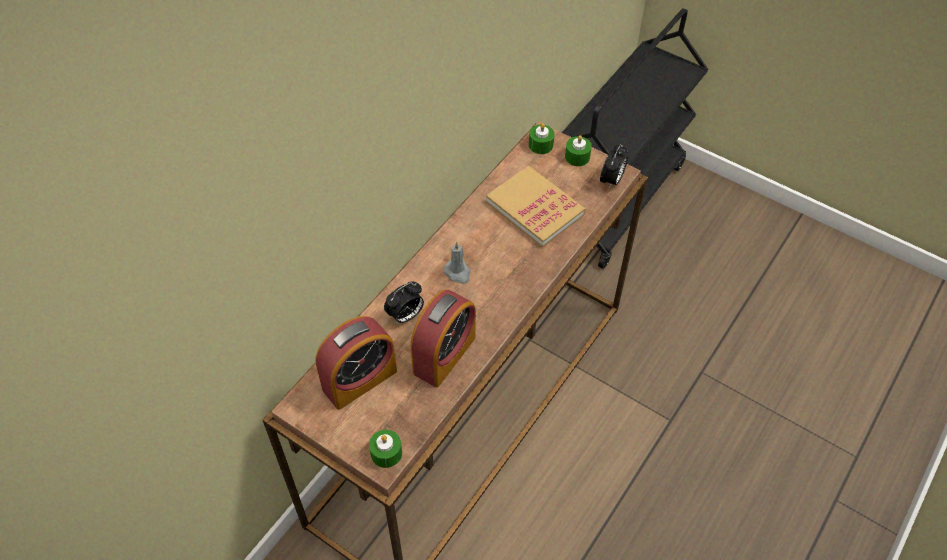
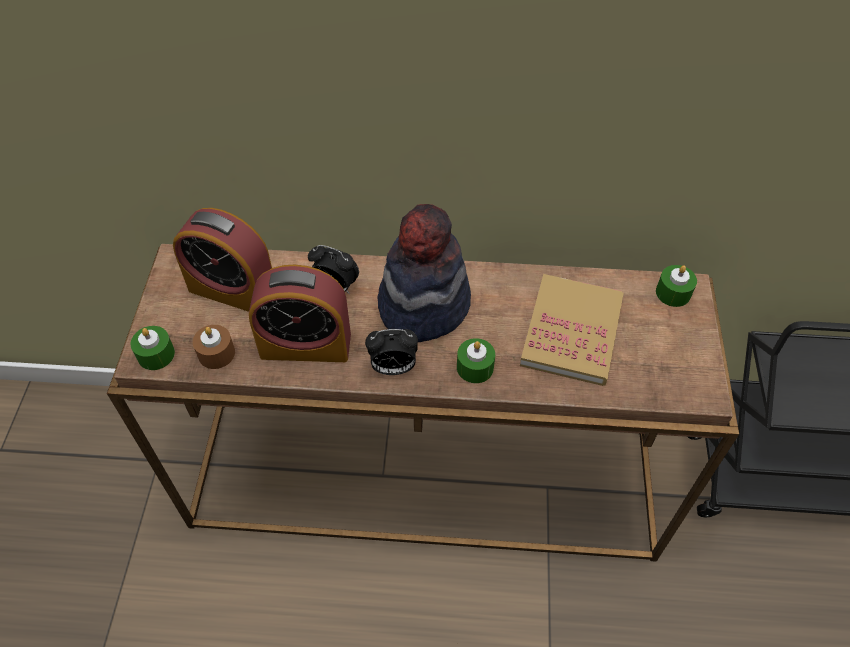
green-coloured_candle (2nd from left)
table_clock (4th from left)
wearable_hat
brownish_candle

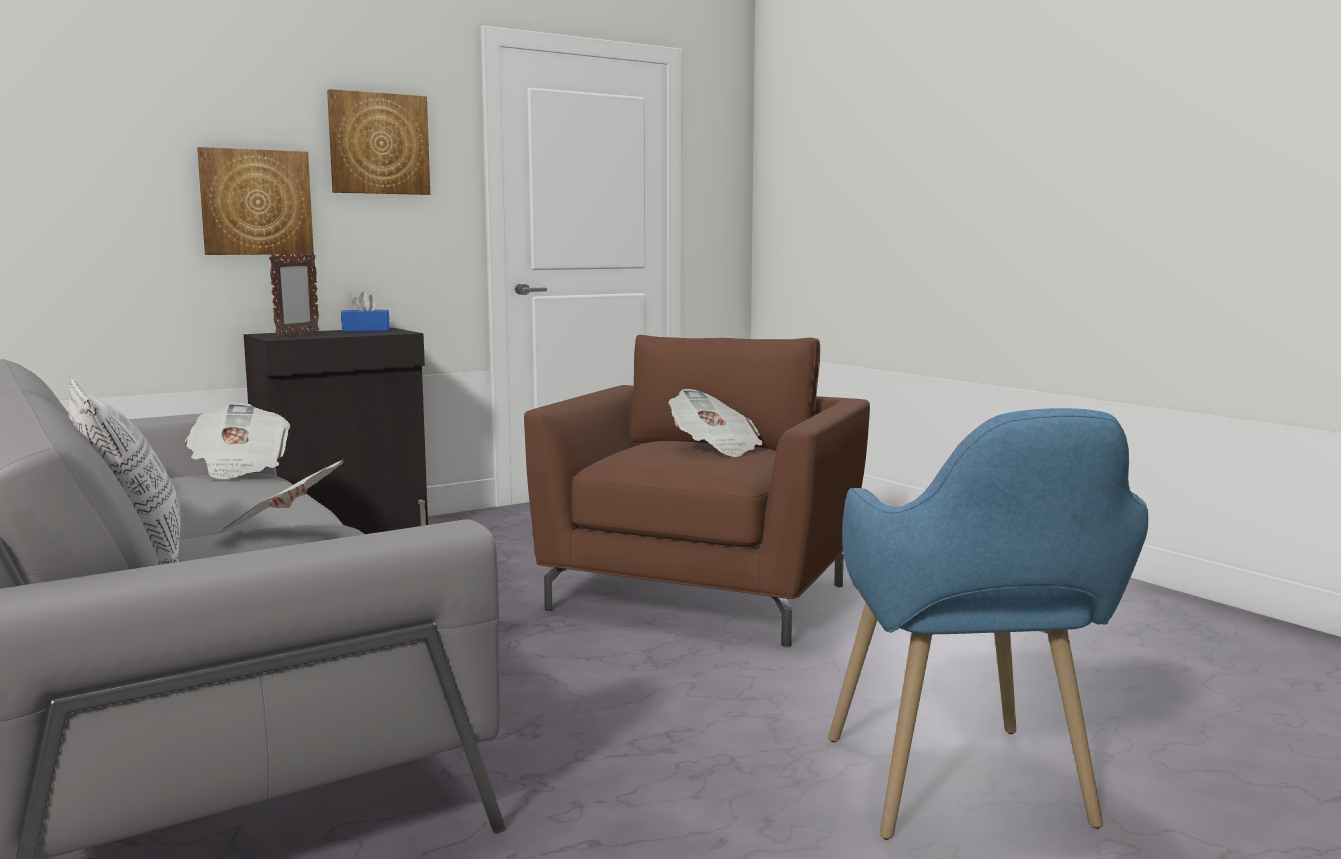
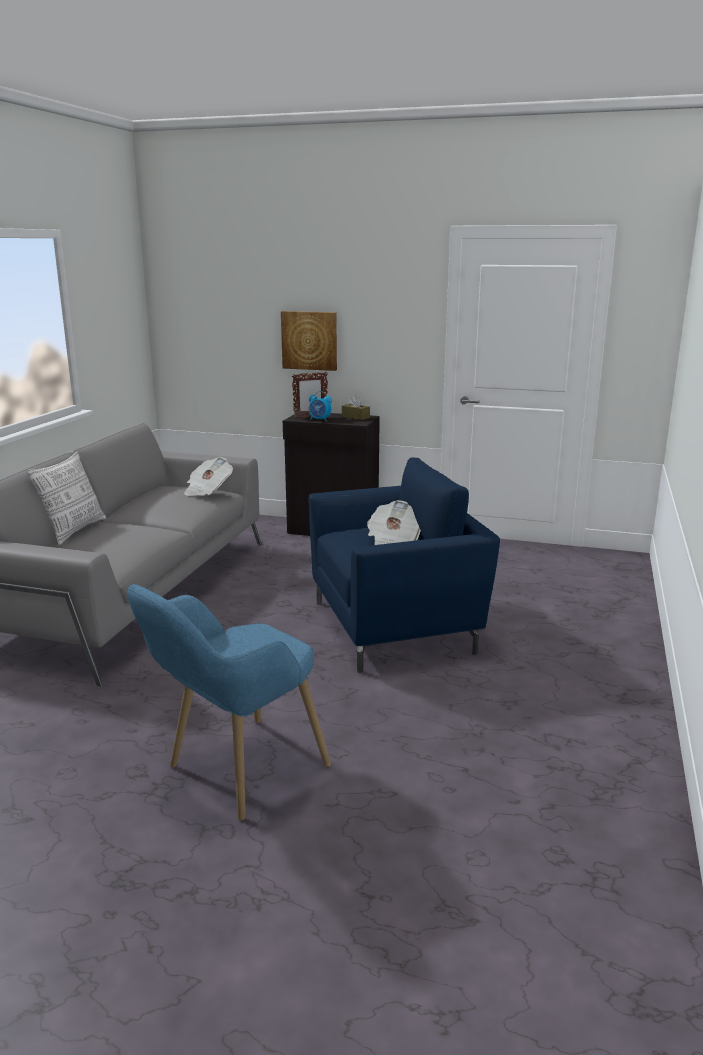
wall_picture (2nd from left in the first image)
brownish_tissue_box
bluish_armchair (2nd from left)
daily_paper (2nd from left in the first image)
table_clock

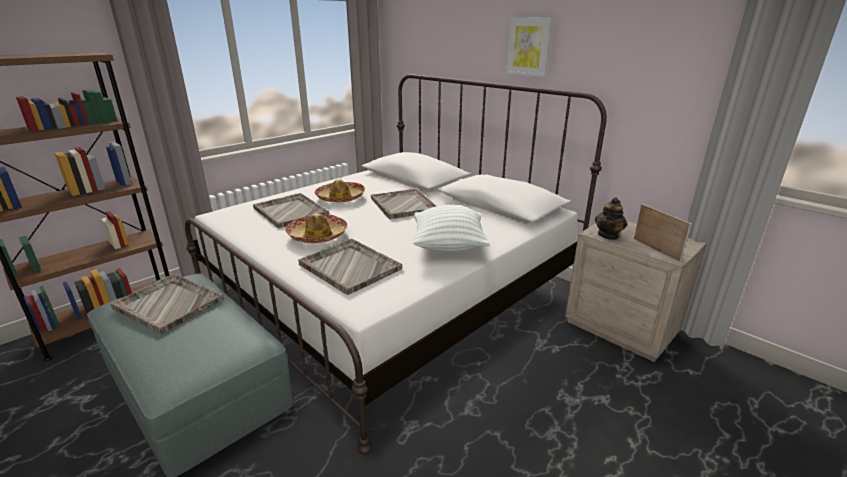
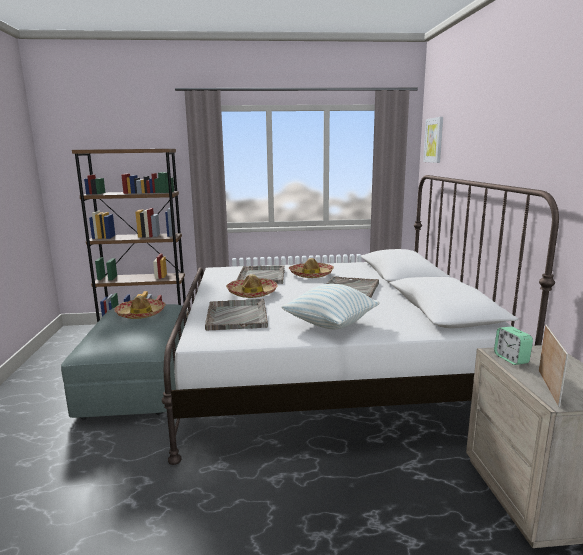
wall_picture
table_clock
wearable_hat (1st from left)

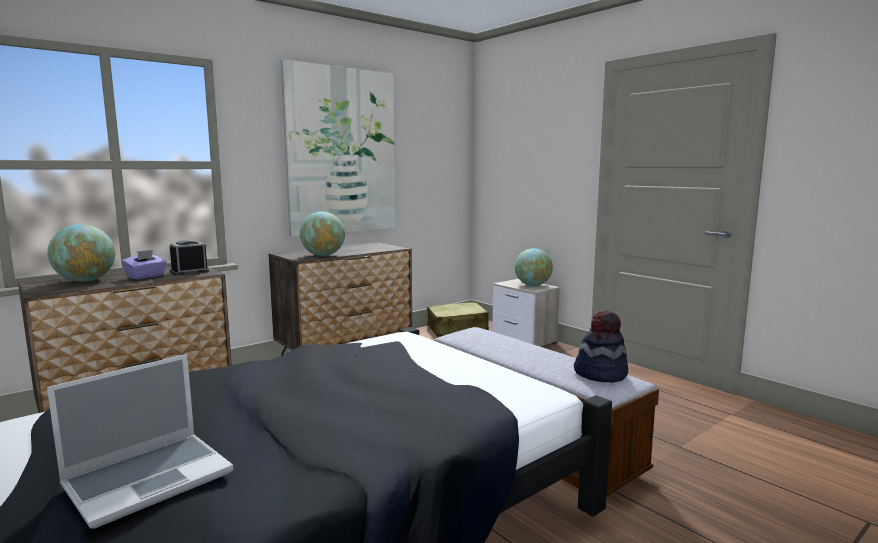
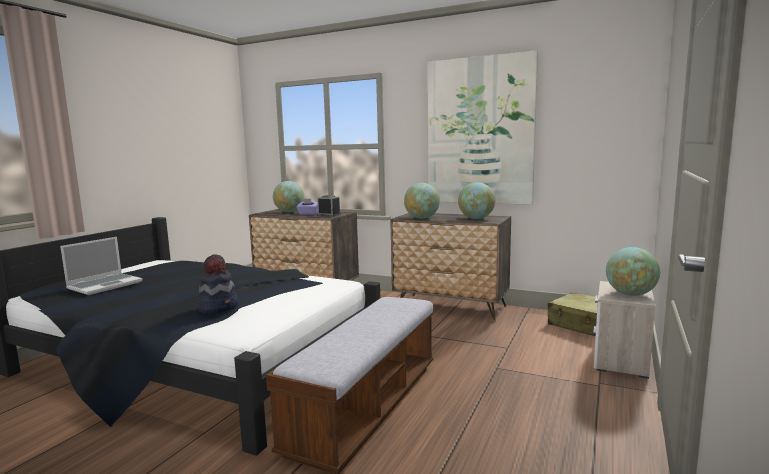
wearable_hat
notebook_computer
globe (3rd from left)

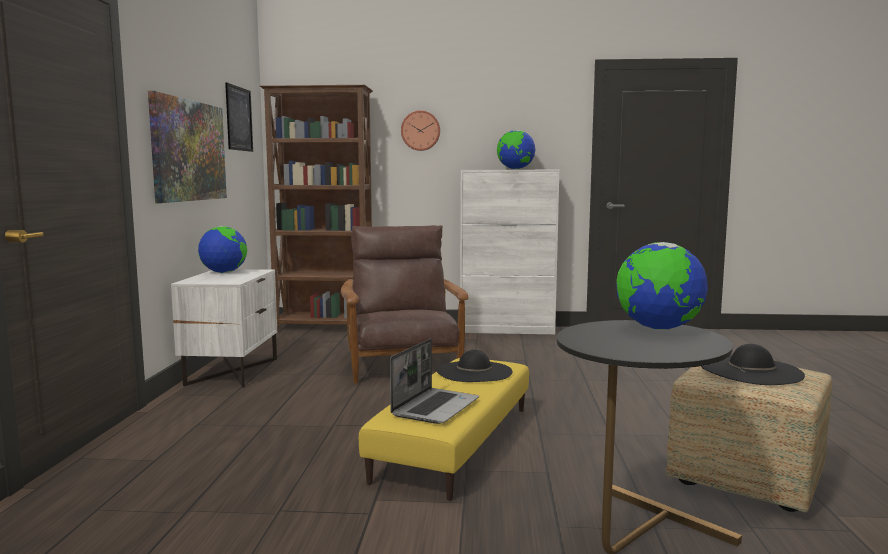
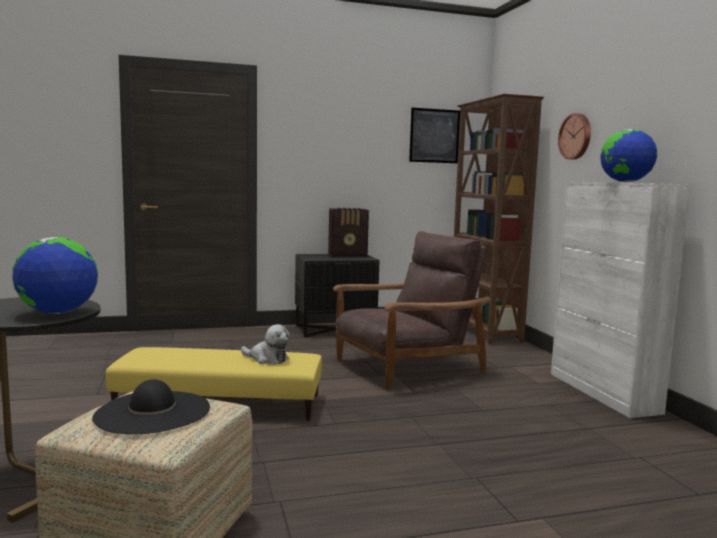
wall_picture (1st from left in the first image)
radio
black_bedside_table
notebook_computer
plush_toy

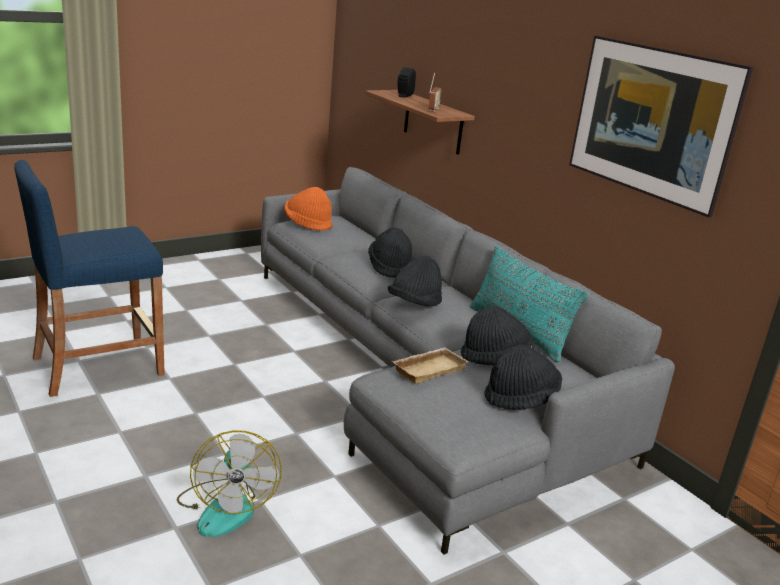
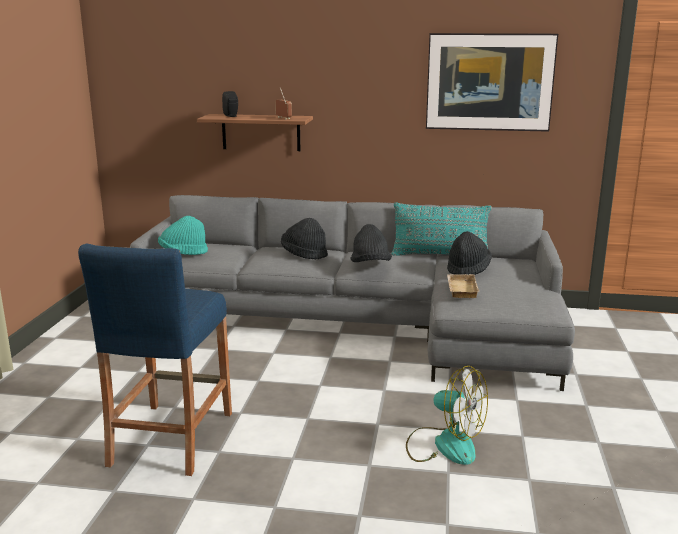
turquoise_wearable_hat
black_wearable_hat (4th from left in the first image)

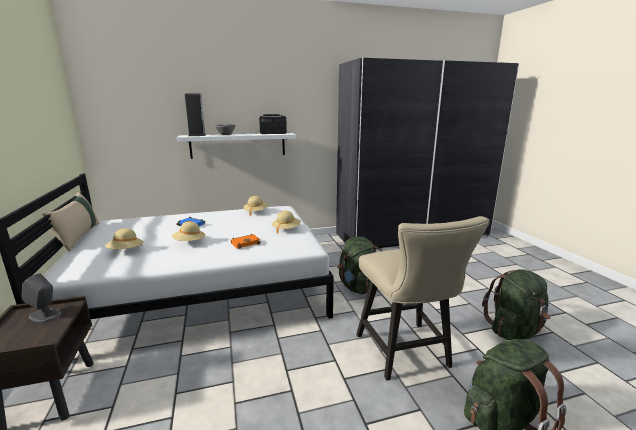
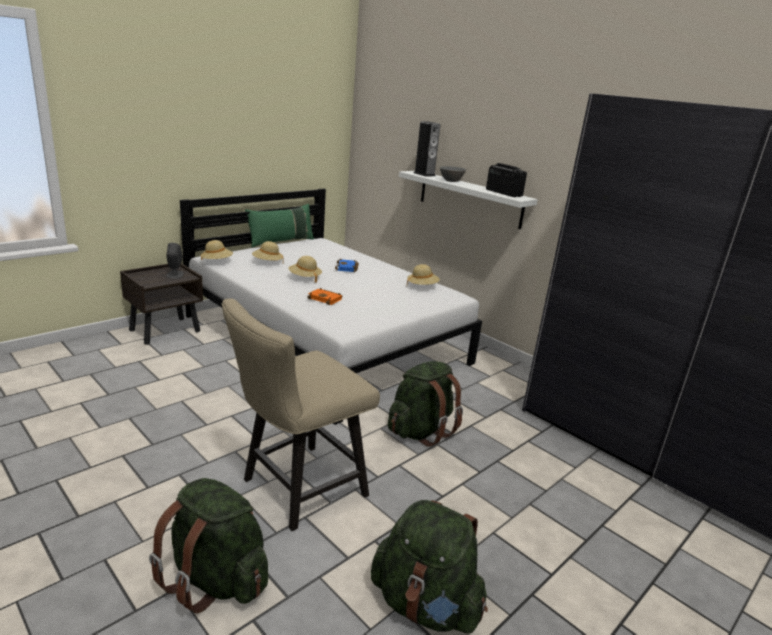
green-coloured_pillow
beige-coloured_wearable_hat (1st from left)

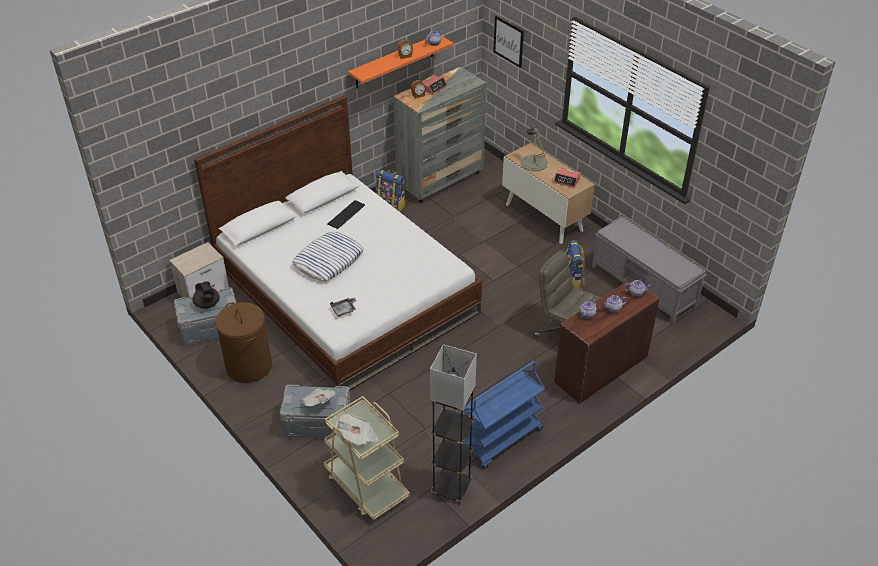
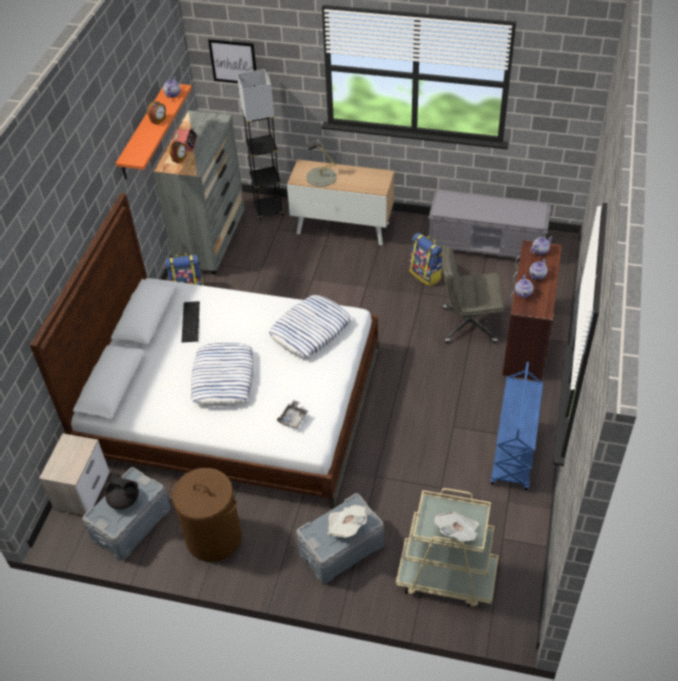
table_clock (4th from left in the first image)
greyish_floor_lamp
pillow (2nd from left)

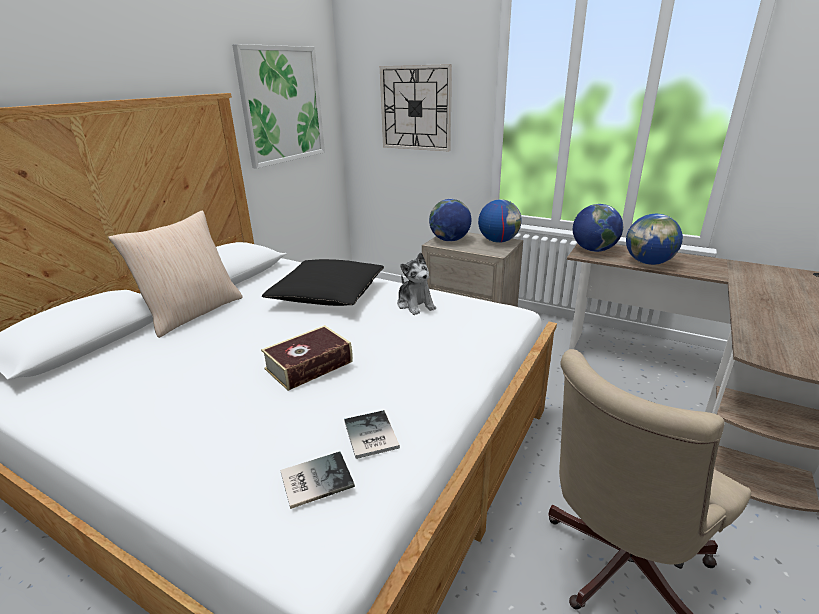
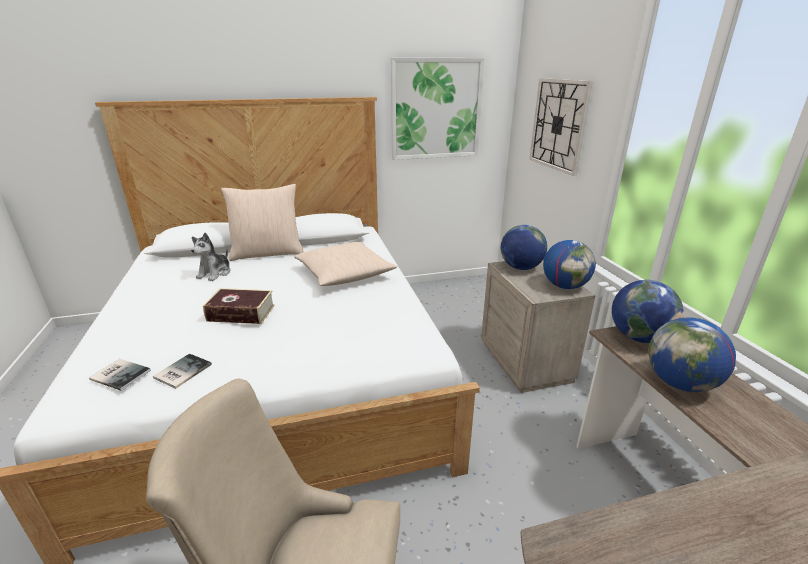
plush_toy
beige-coloured_pillow (2nd from left)

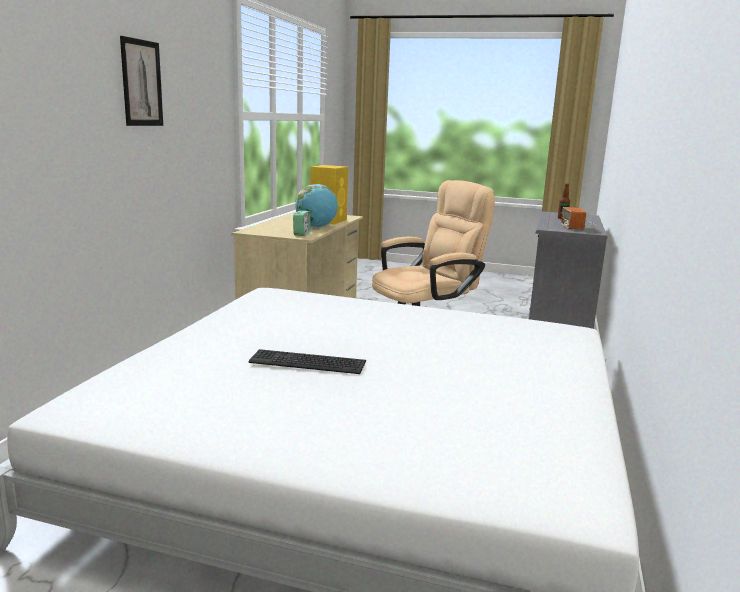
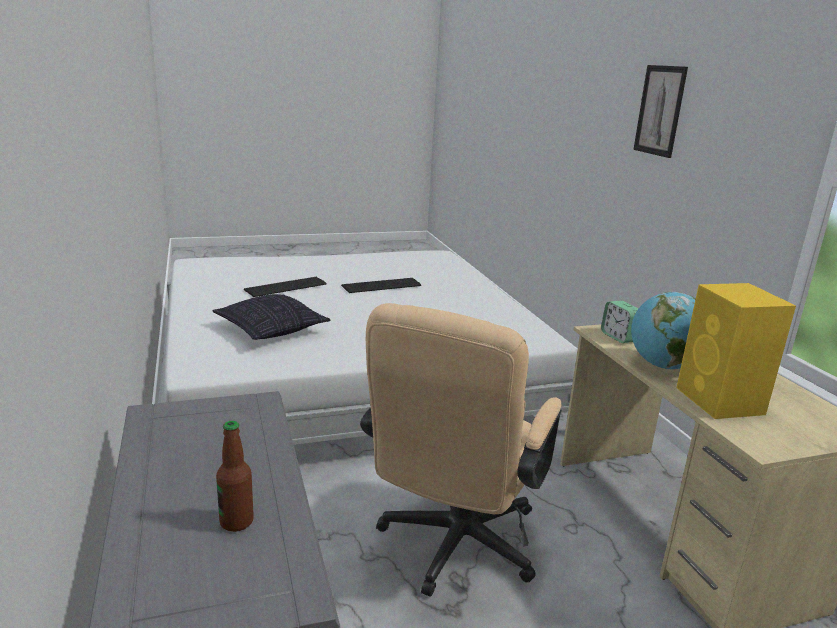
radio
computer_keyboard (1st from left)
pillow

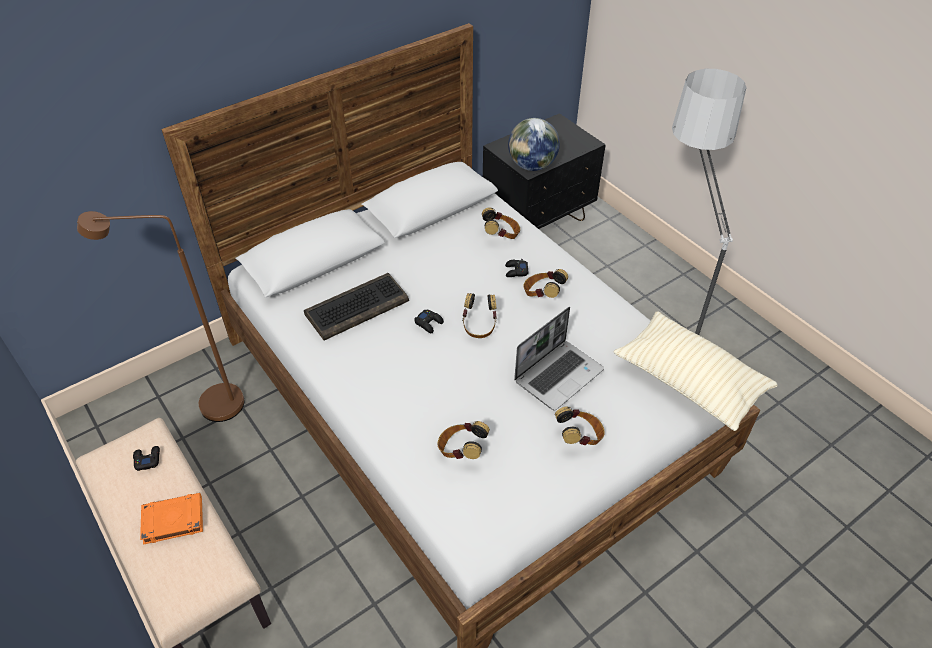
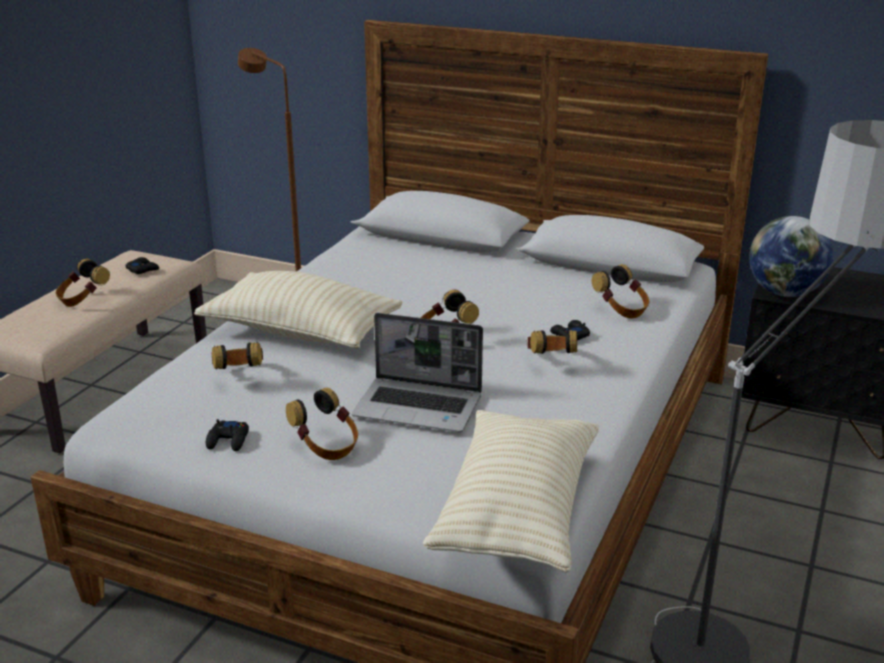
computer_keyboard
black_gamepad (2nd from left)
headphones (1st from left)
beige-coloured_pillow (1st from left)

